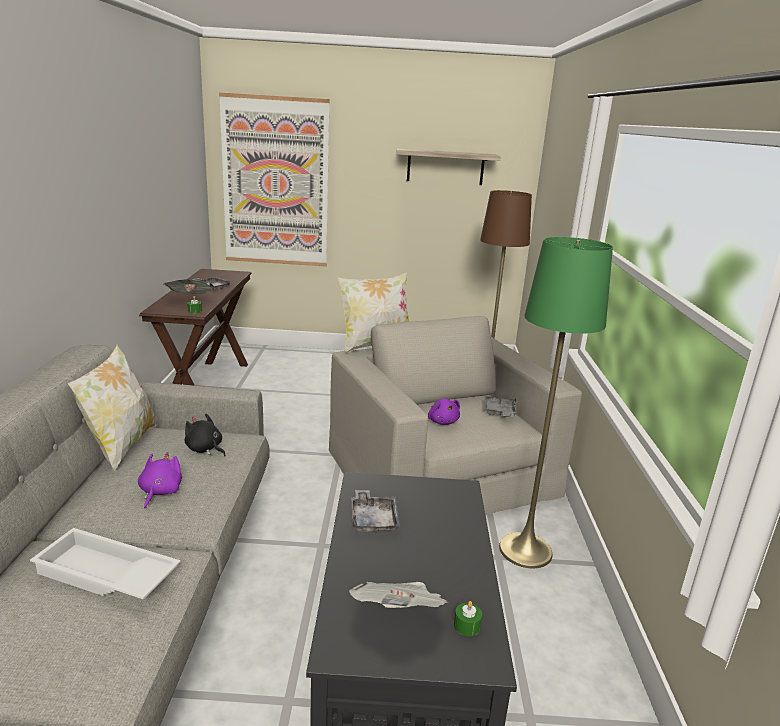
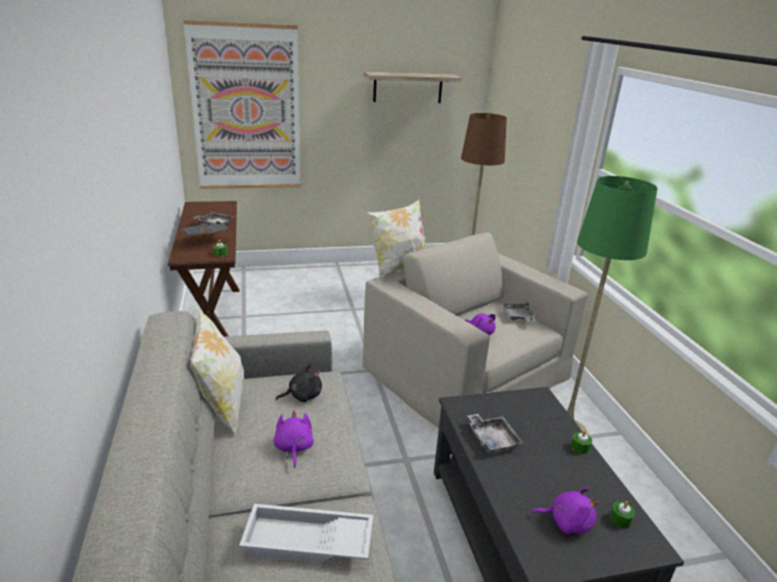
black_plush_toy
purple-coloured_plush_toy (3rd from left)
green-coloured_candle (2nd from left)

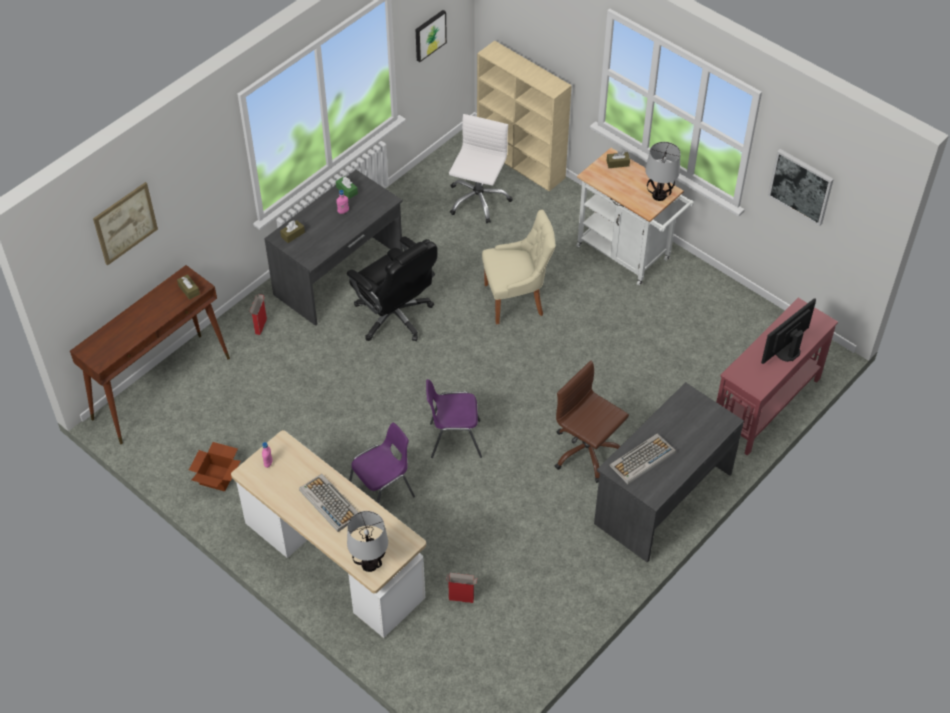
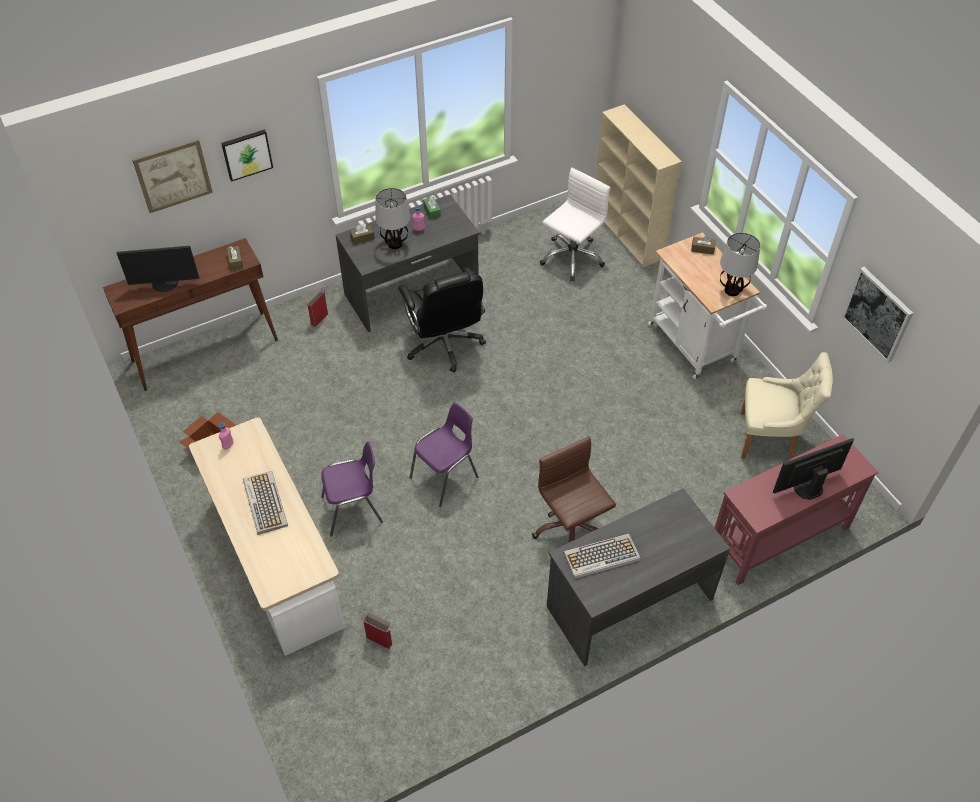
wall_picture (2nd from left)
beige-coloured_plain_chair
purple-coloured_plain_chair (2nd from left)
table_lamp (1st from left)
computer_screen (1st from left)

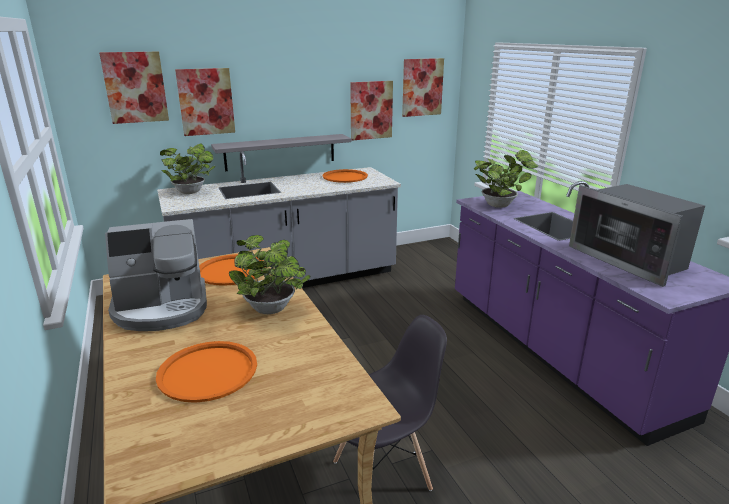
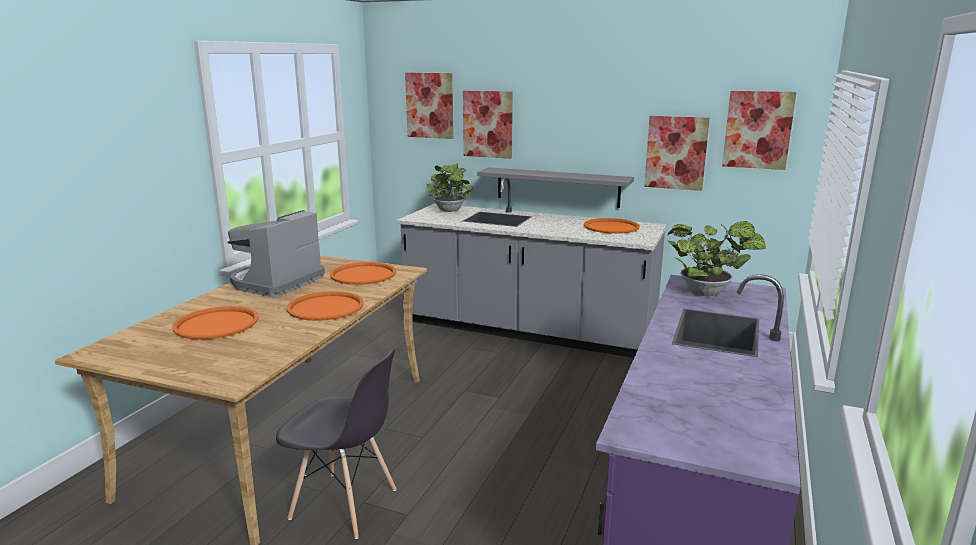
microwave
coffee_brewer
orange-coloured_serving_tray (2nd from left)

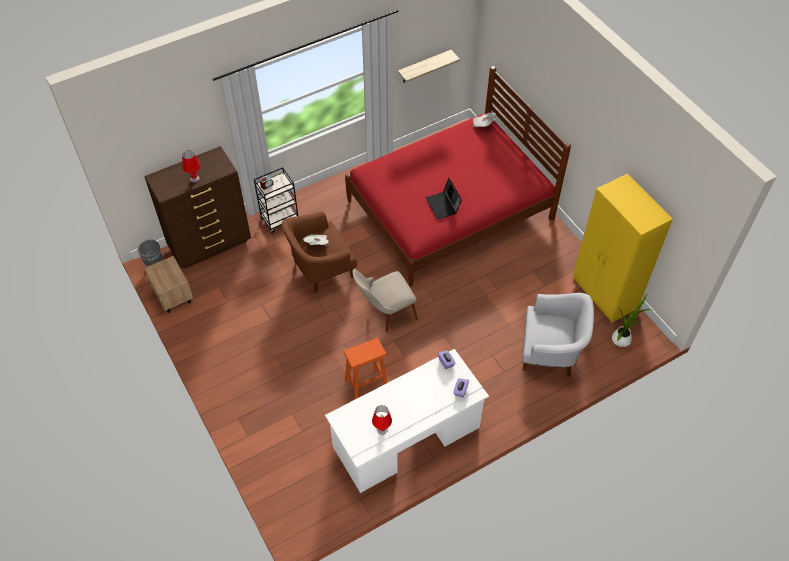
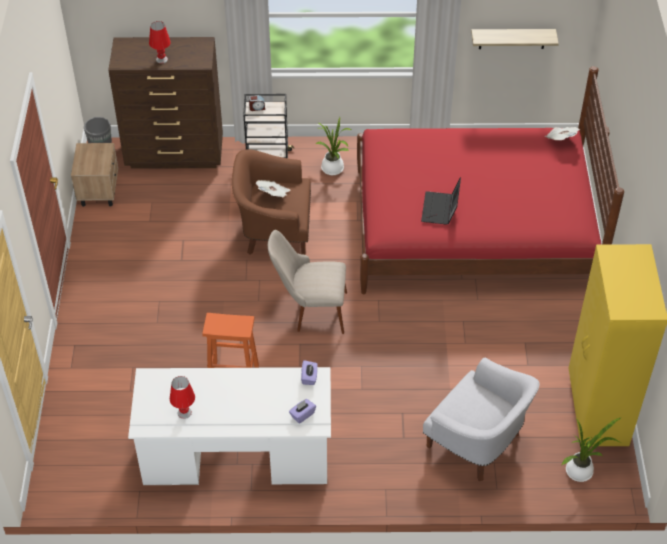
houseplant (1st from left)

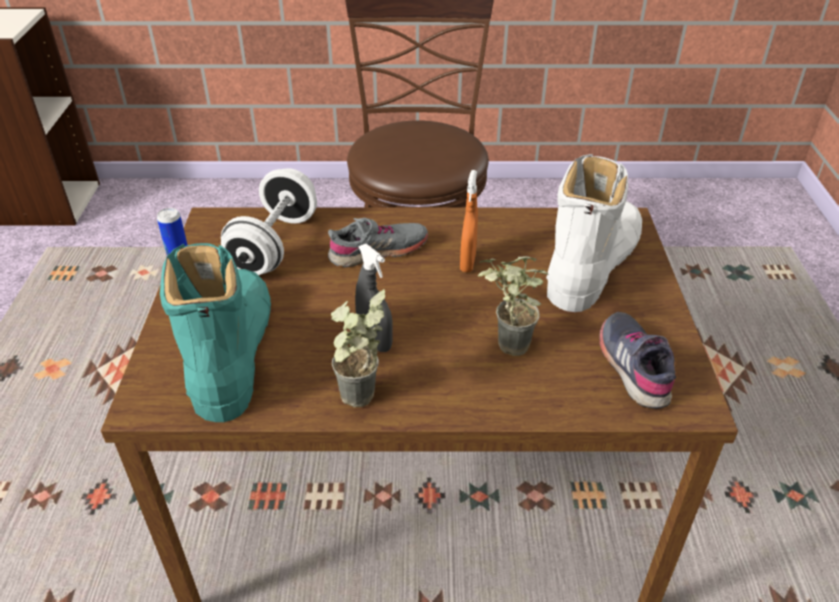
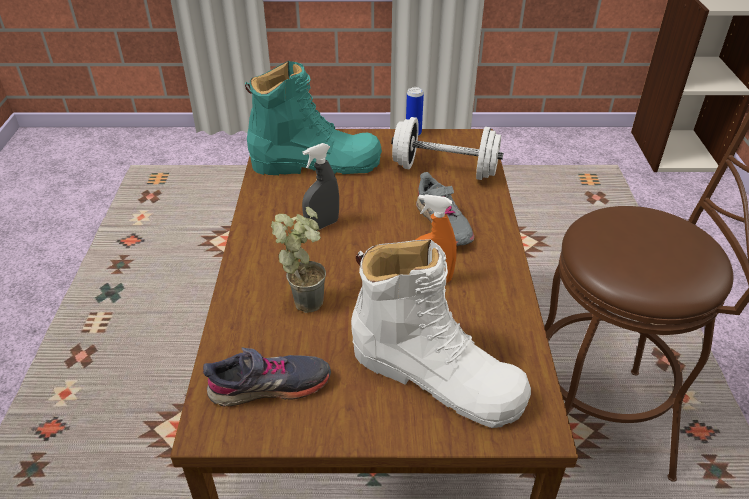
houseplant (1st from left in the first image)

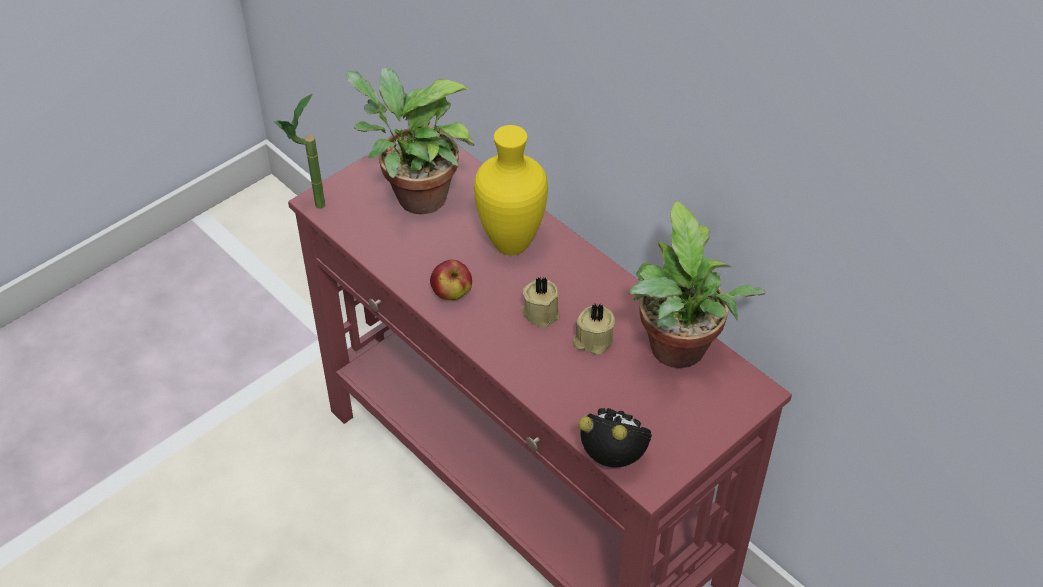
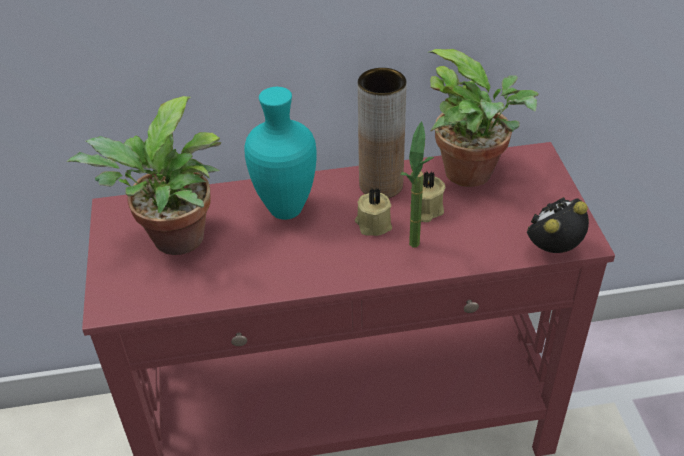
houseplant (2nd from left)
turquoise_flower_vase
apple
brownish_flower_vase

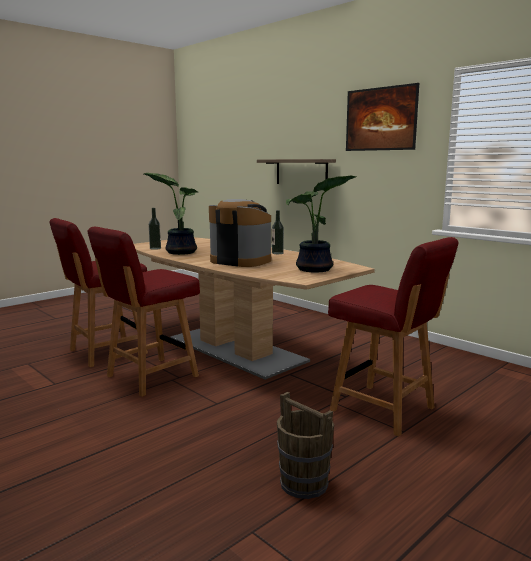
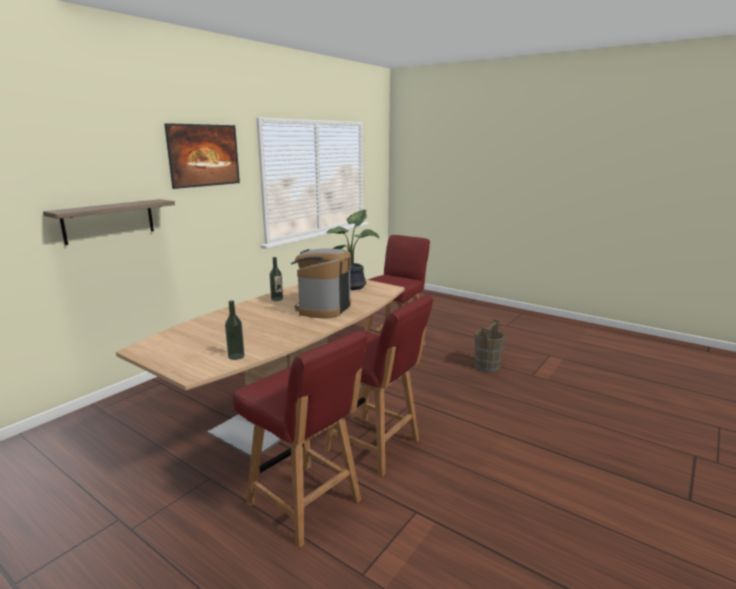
houseplant (1st from left in the first image)

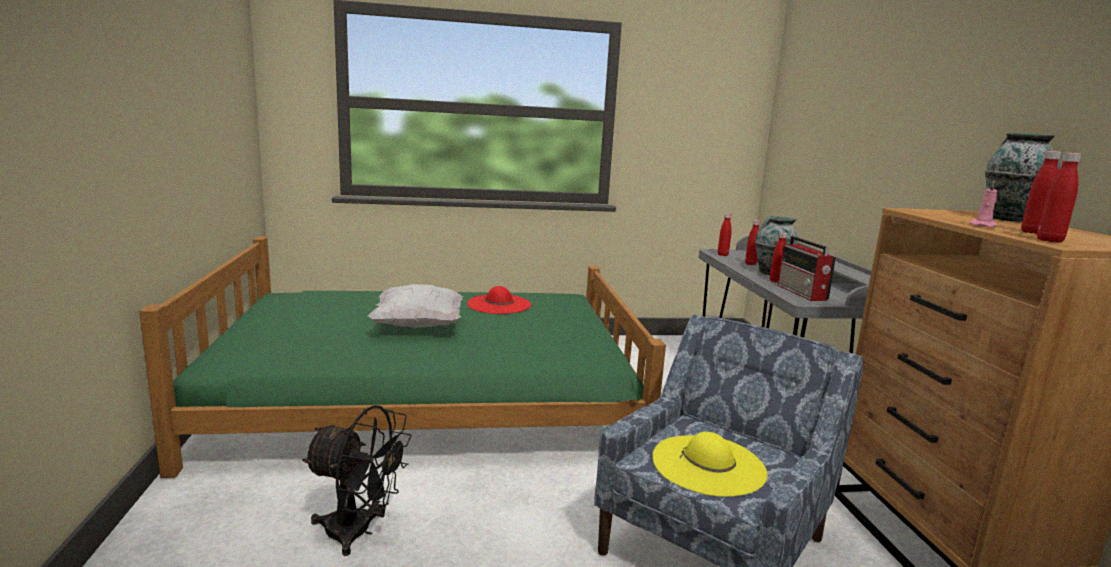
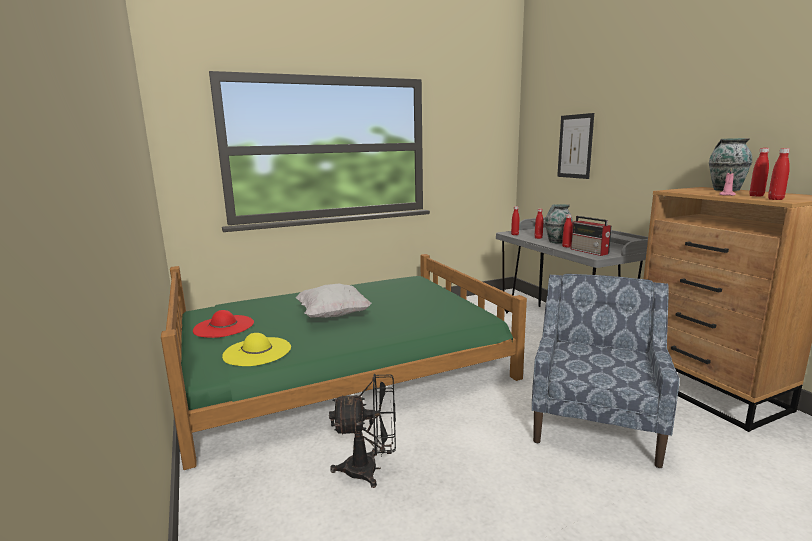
reddish_wearable_hat
yellow_wearable_hat
wall_picture

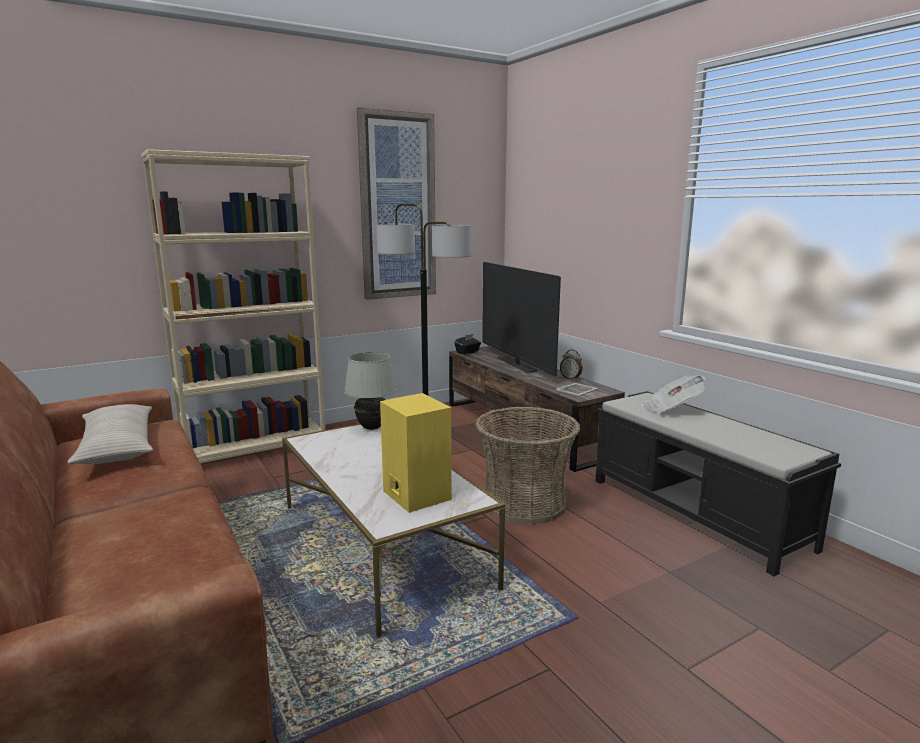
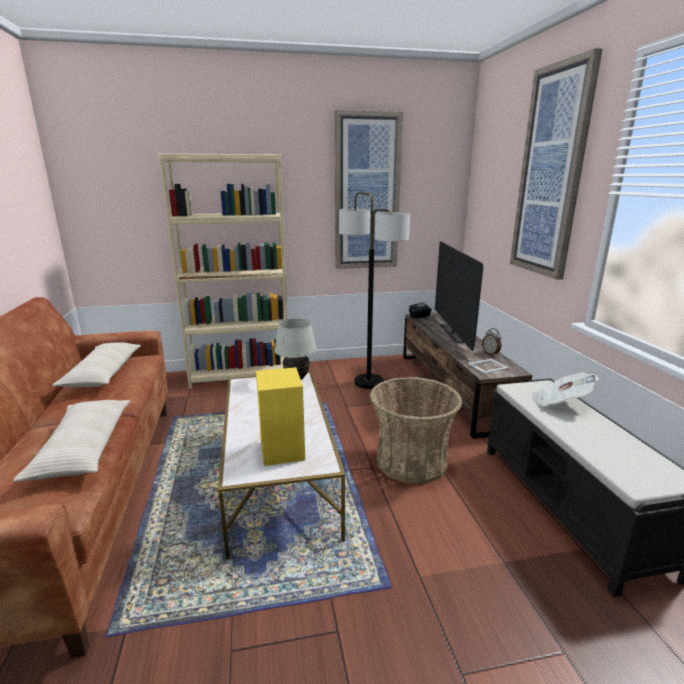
wall_picture (2nd from left)
beige-coloured_pillow (1st from left)

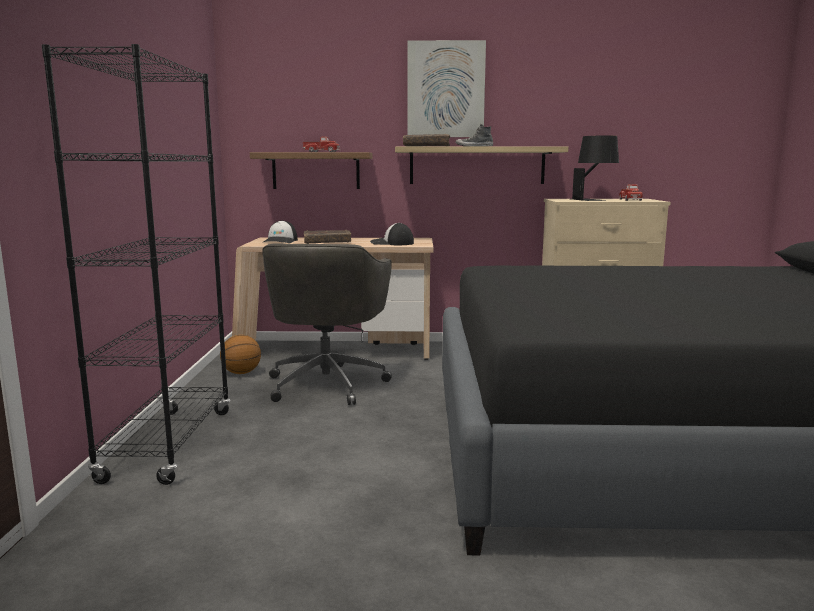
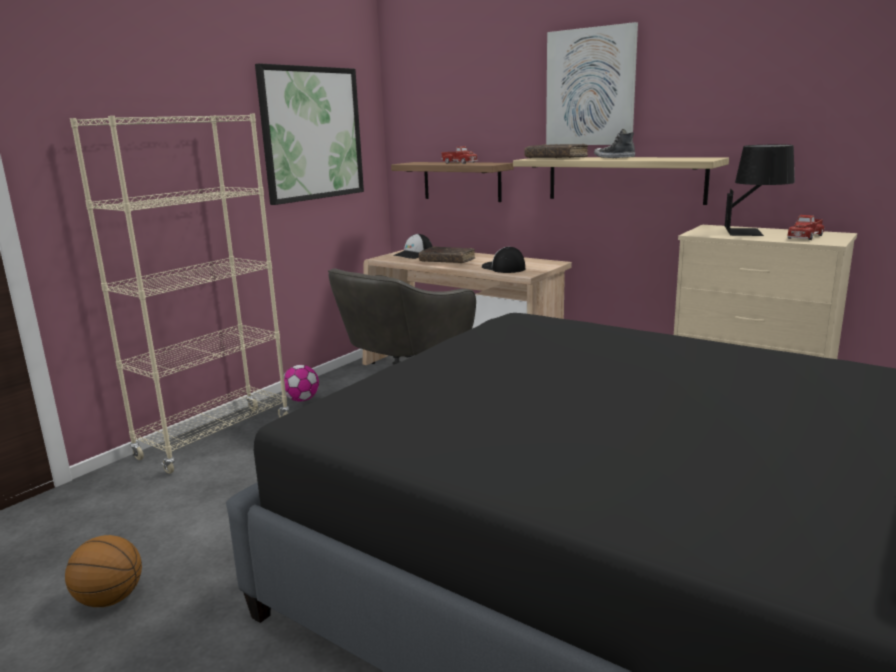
beige-coloured_bookcase
basketball_ball
wall_picture (1st from left)
football

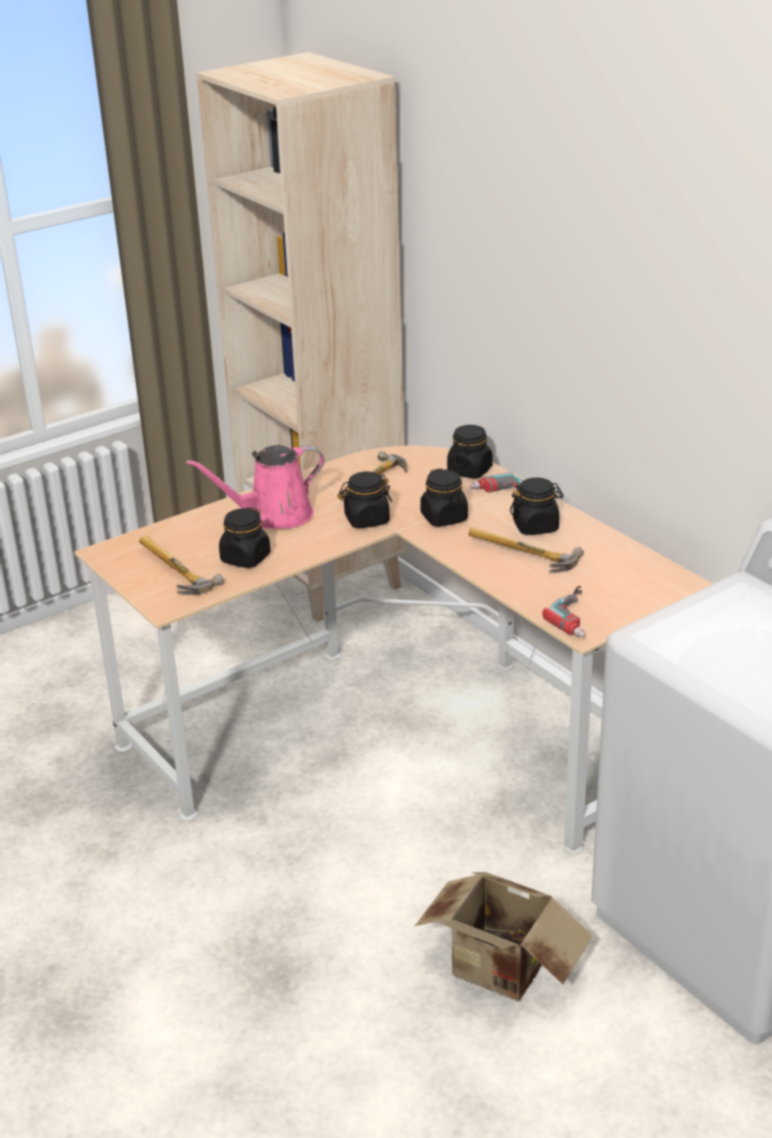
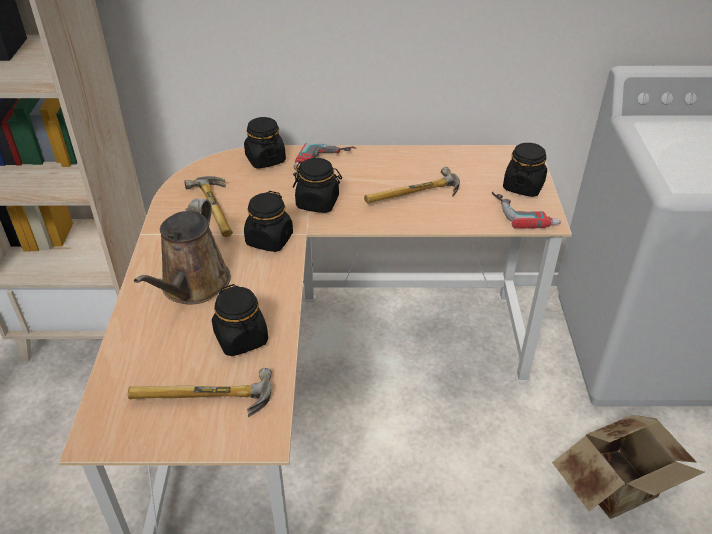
brownish_sprinkling_can
black_jar (5th from left)

